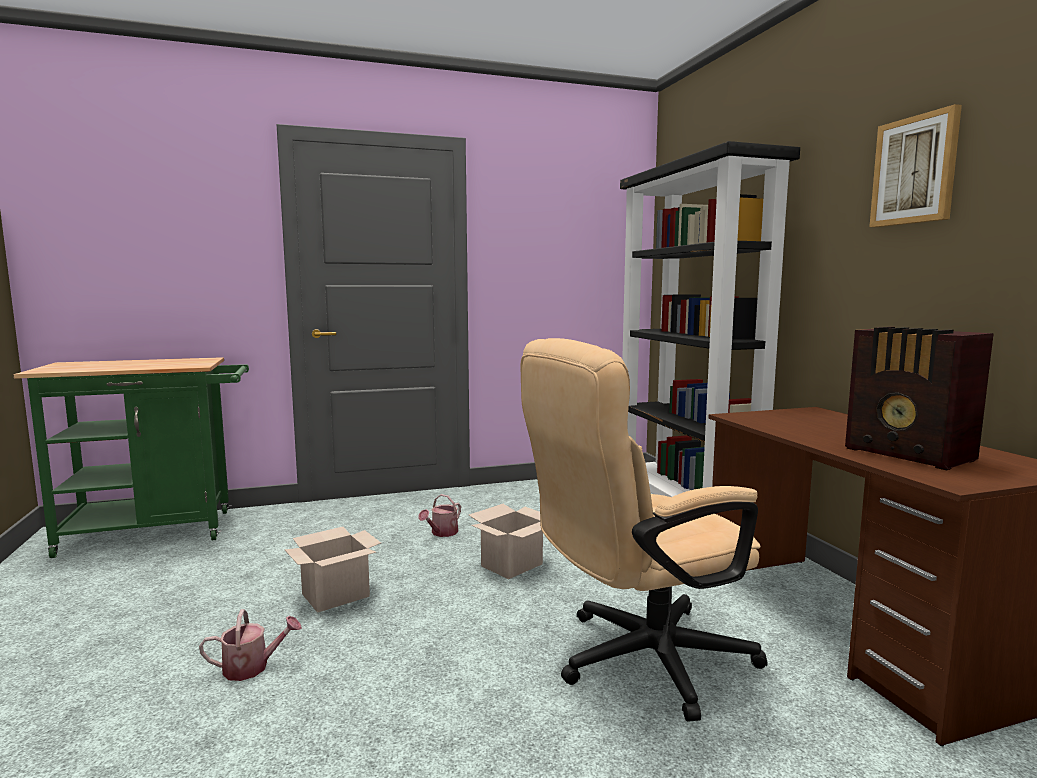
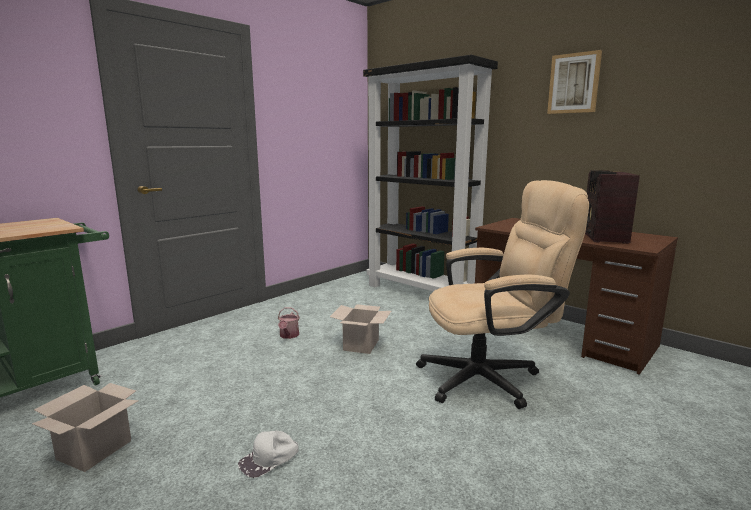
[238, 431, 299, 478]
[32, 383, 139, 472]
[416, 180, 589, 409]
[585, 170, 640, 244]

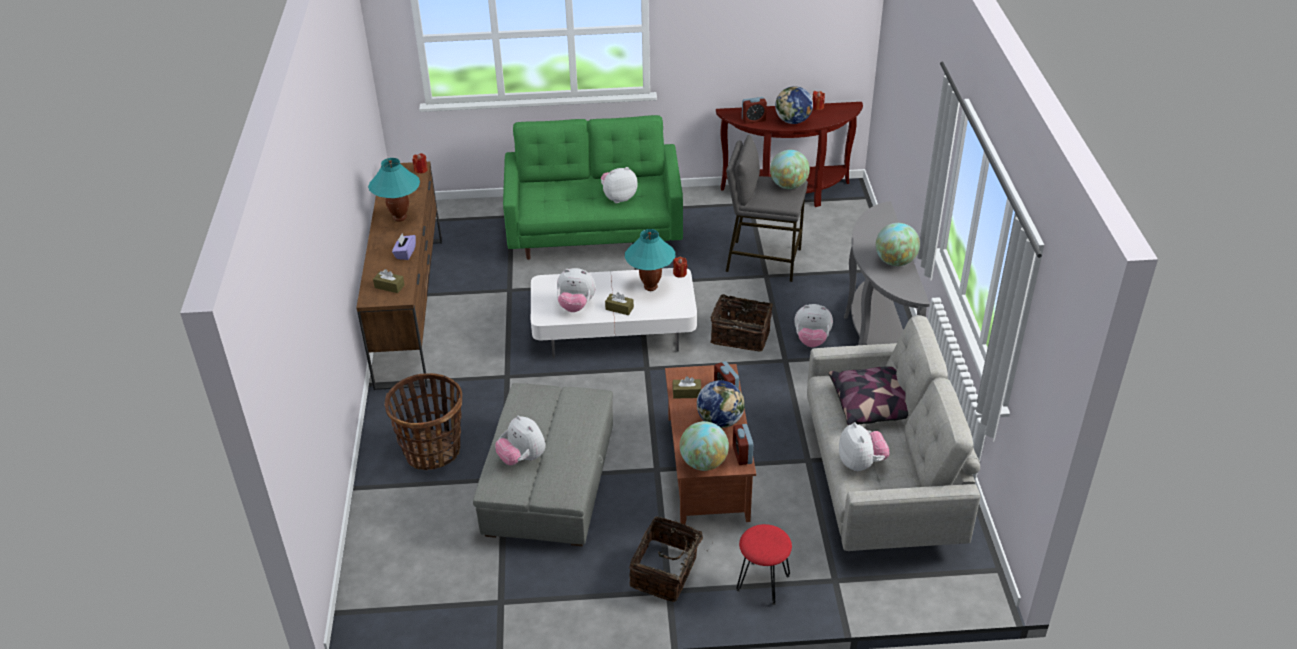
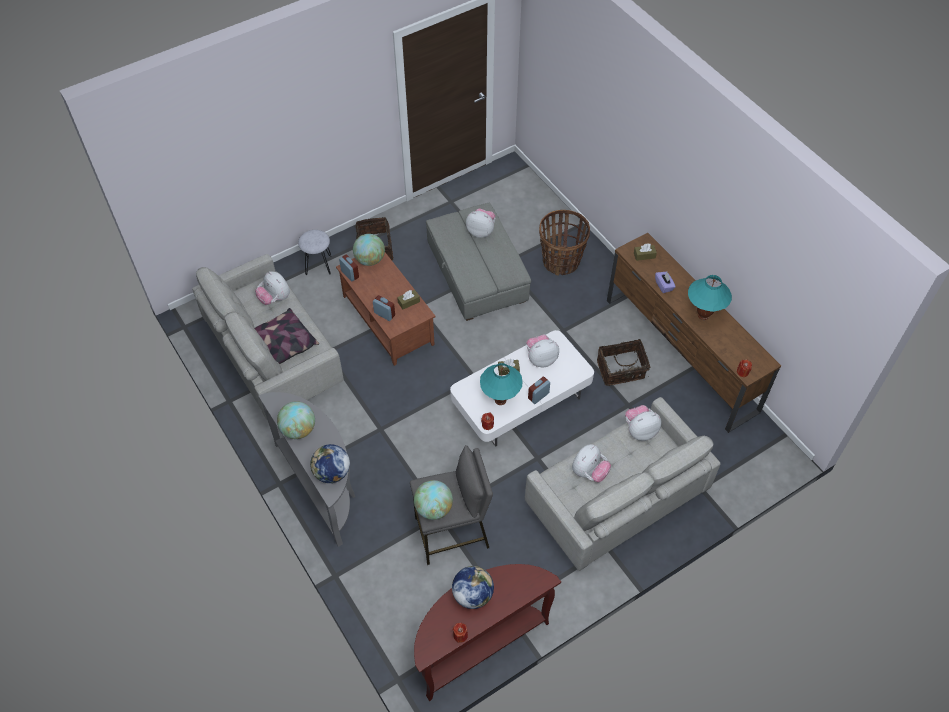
[525, 397, 720, 571]
[310, 444, 350, 483]
[597, 339, 650, 386]
[298, 230, 331, 275]
[528, 376, 550, 404]
[625, 405, 662, 441]

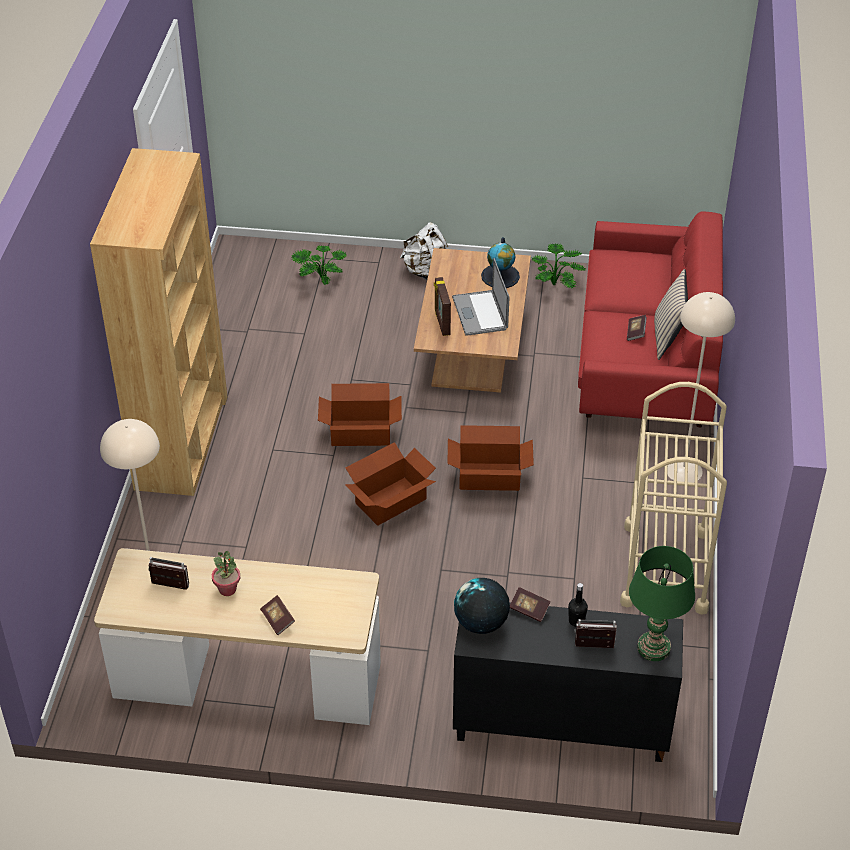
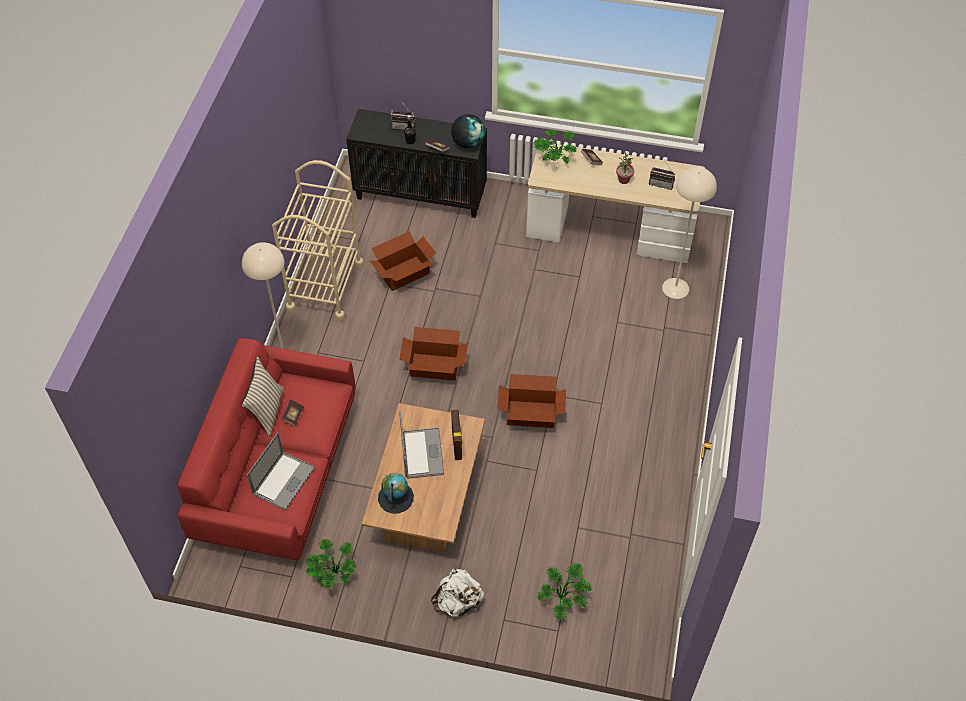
[90, 148, 228, 496] (first image)
[370, 231, 436, 291]
[629, 546, 695, 661] (first image)
[247, 432, 315, 510]
[533, 129, 577, 164]

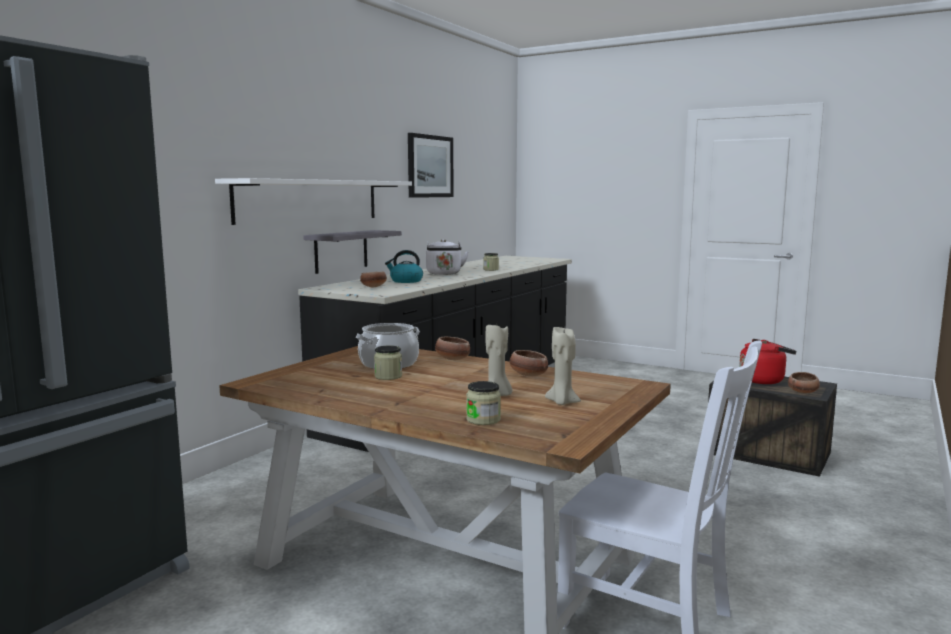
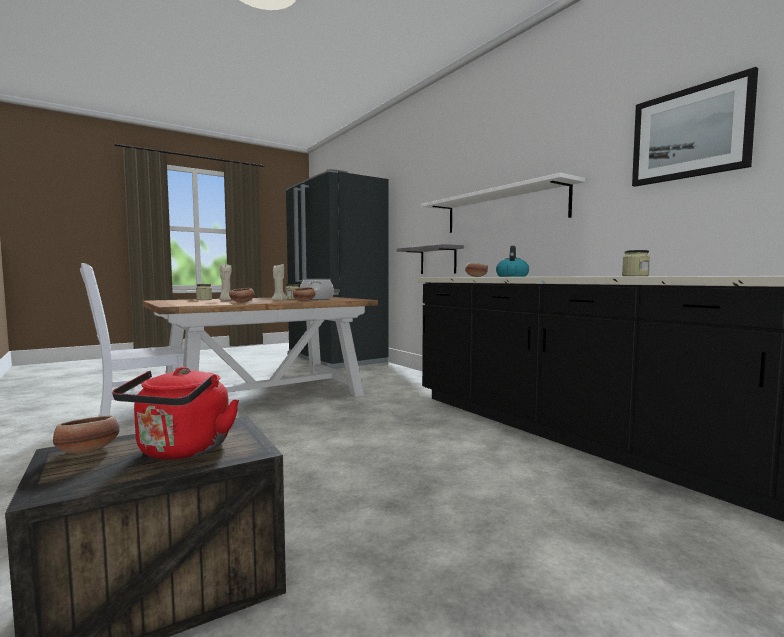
[397, 244, 464, 274]
[426, 239, 469, 275] (first image)
[271, 264, 288, 301]

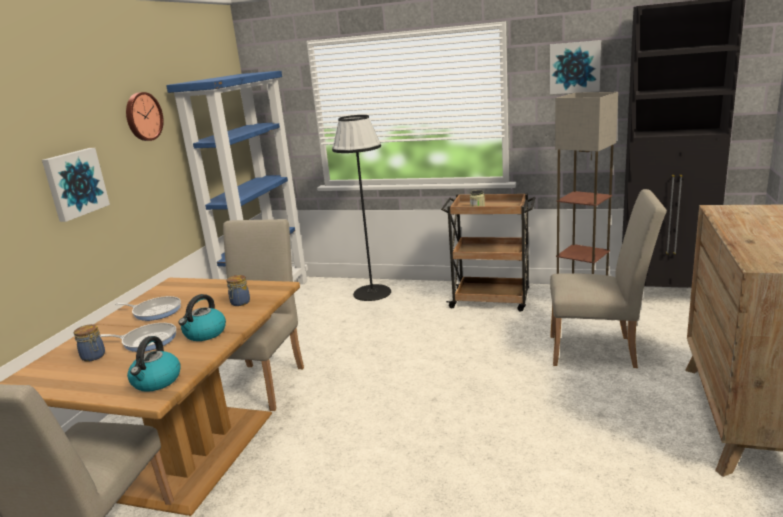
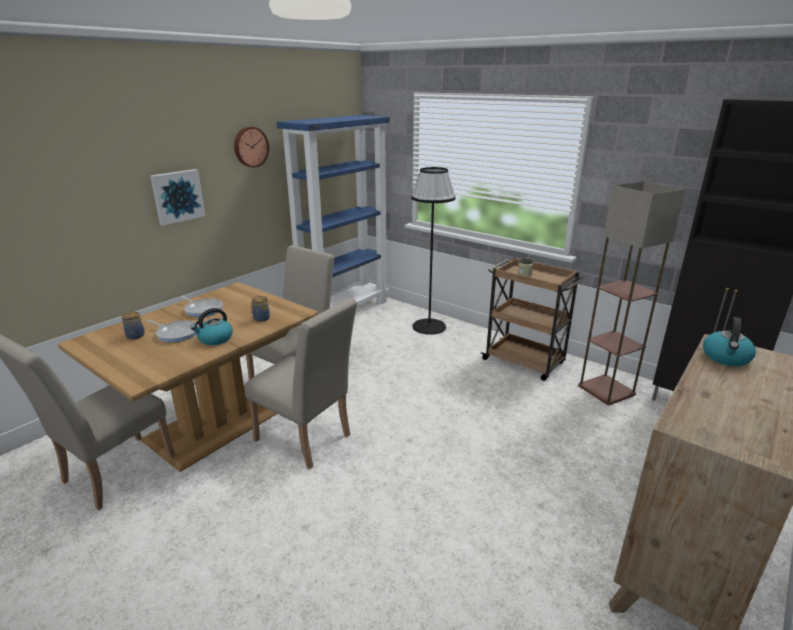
[703, 317, 756, 366]
[550, 40, 601, 94] (first image)
[244, 298, 357, 469]

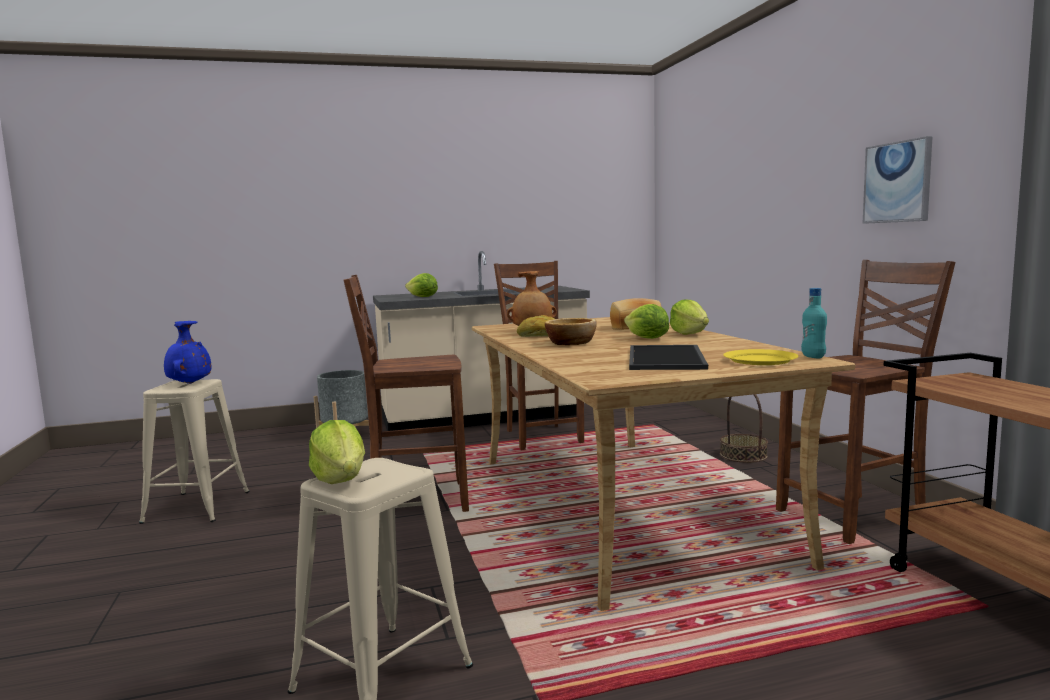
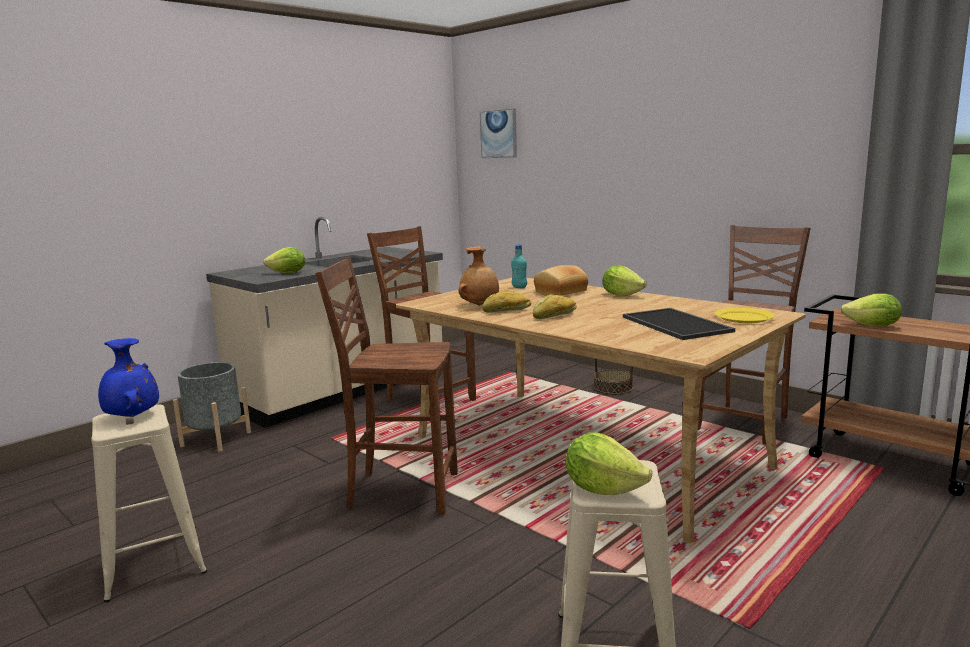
[315, 257, 458, 515]
[533, 294, 577, 319]
[841, 293, 902, 326]
[511, 244, 527, 288]
[480, 109, 517, 158]

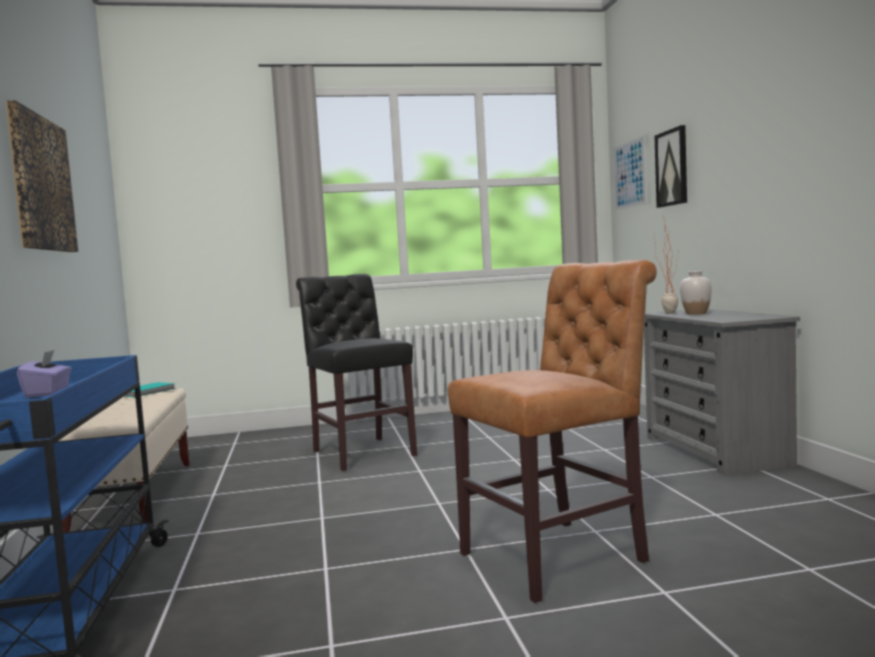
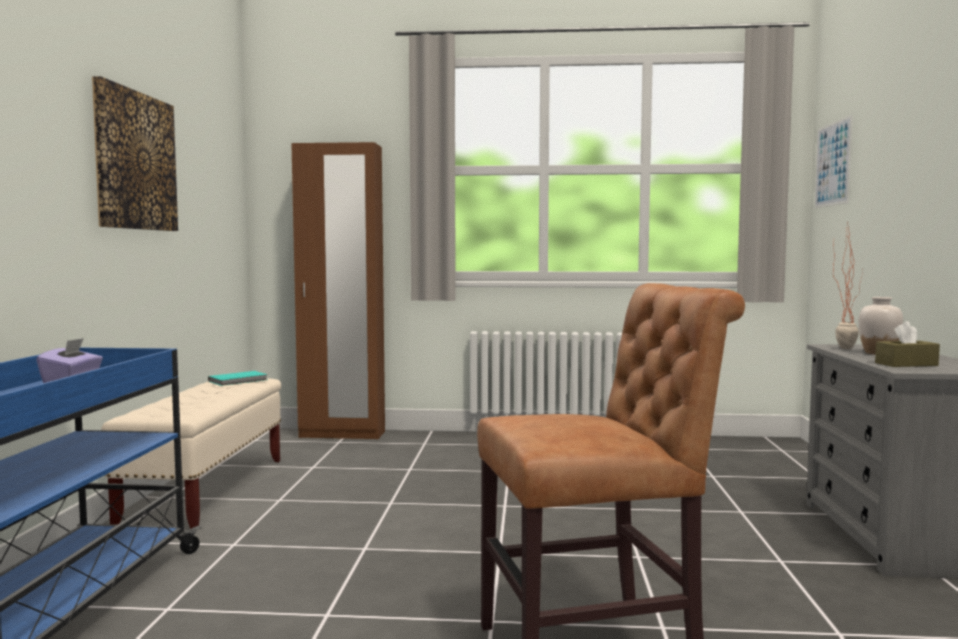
[296, 274, 417, 471] (first image)
[655, 125, 687, 208] (first image)
[291, 142, 385, 439]
[875, 321, 940, 367]

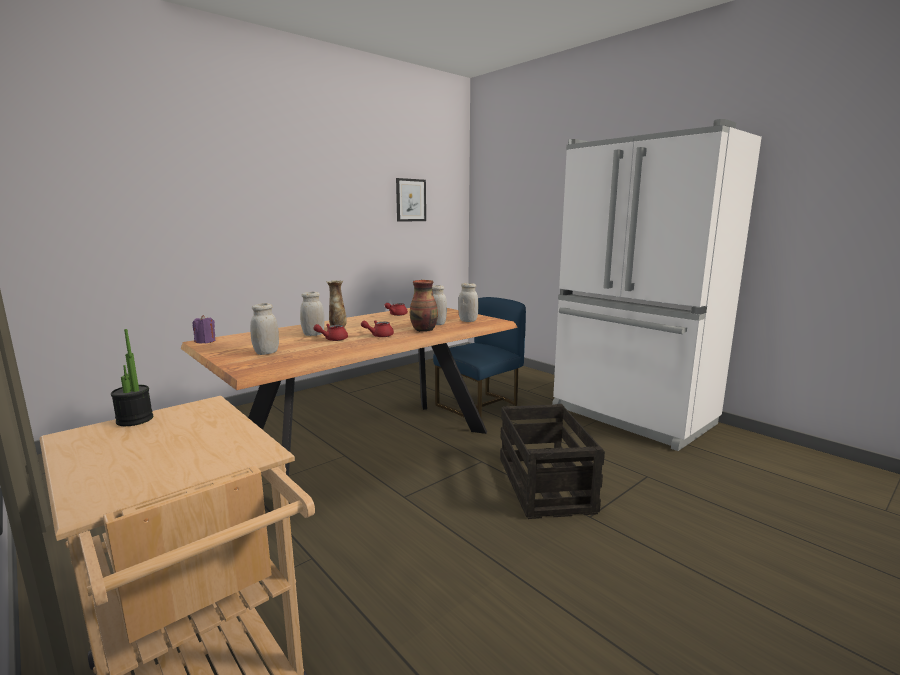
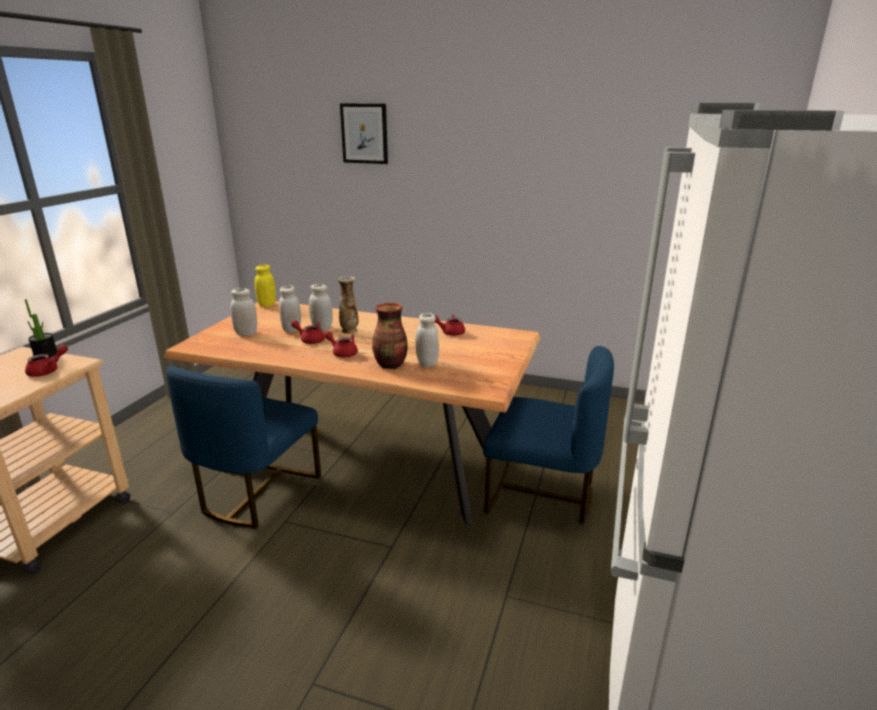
[255, 265, 276, 307]
[340, 103, 388, 164]
[279, 285, 301, 333]
[500, 404, 605, 519] (first image)
[25, 345, 68, 377]
[166, 365, 321, 528]

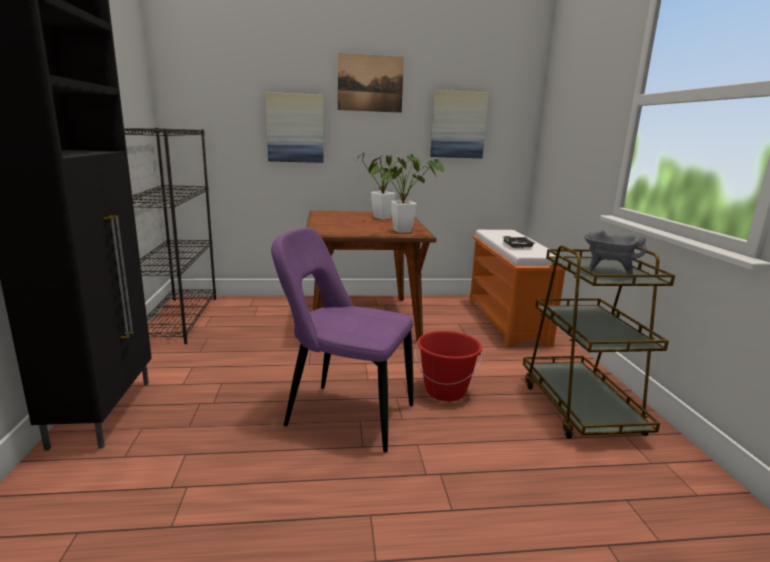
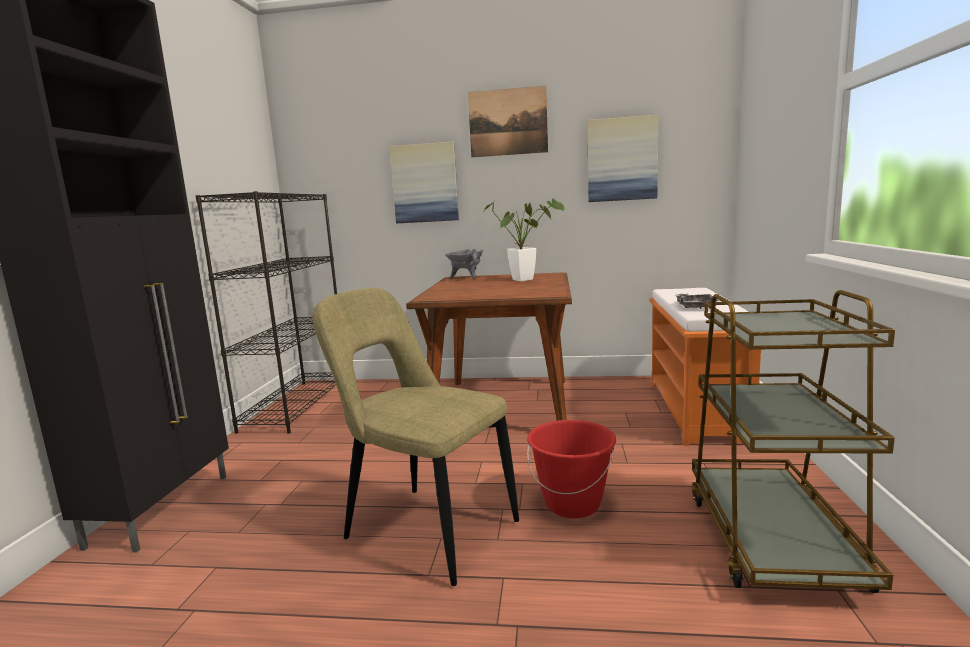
[312, 288, 519, 586]
[371, 155, 444, 233] (first image)
[445, 249, 483, 280]

